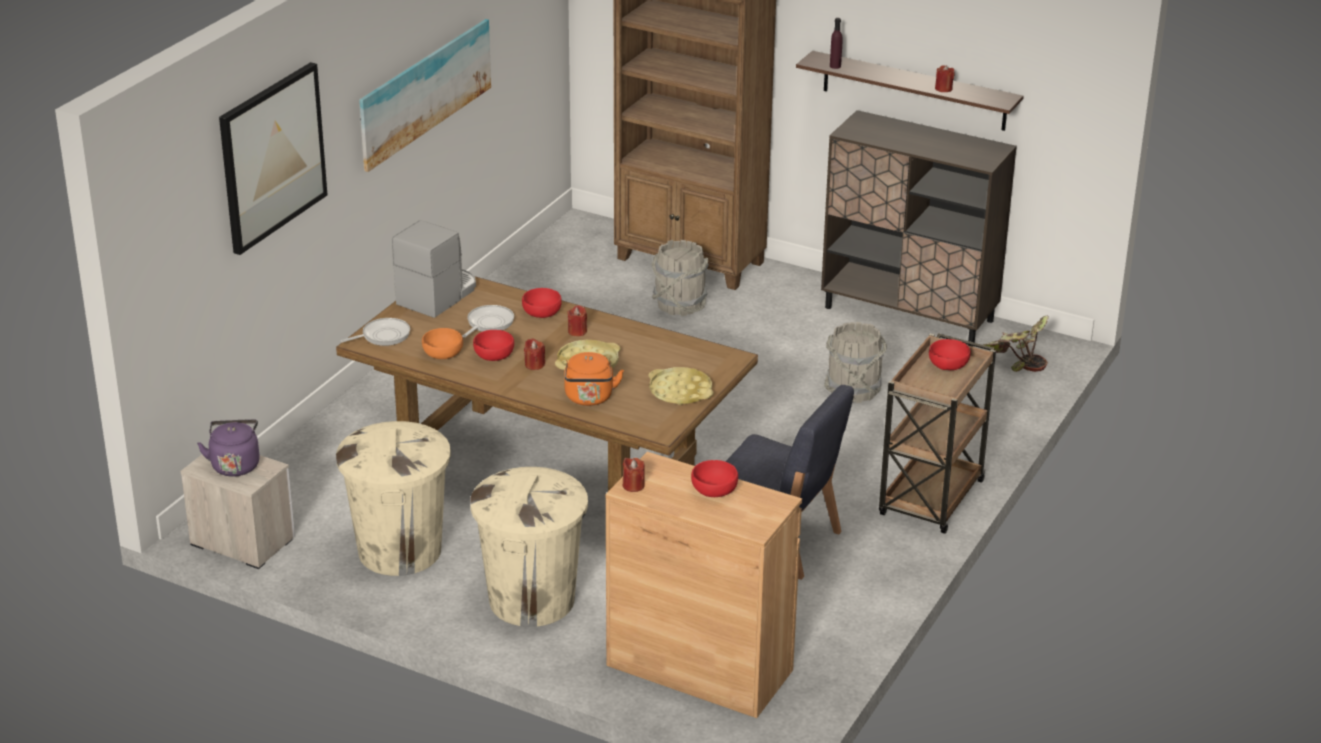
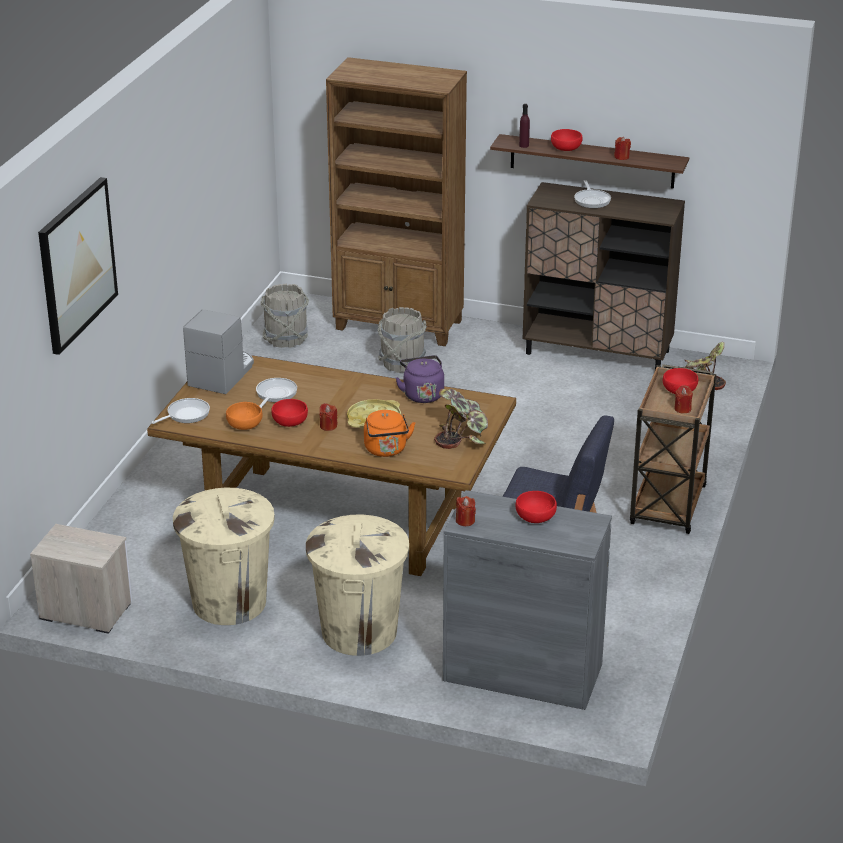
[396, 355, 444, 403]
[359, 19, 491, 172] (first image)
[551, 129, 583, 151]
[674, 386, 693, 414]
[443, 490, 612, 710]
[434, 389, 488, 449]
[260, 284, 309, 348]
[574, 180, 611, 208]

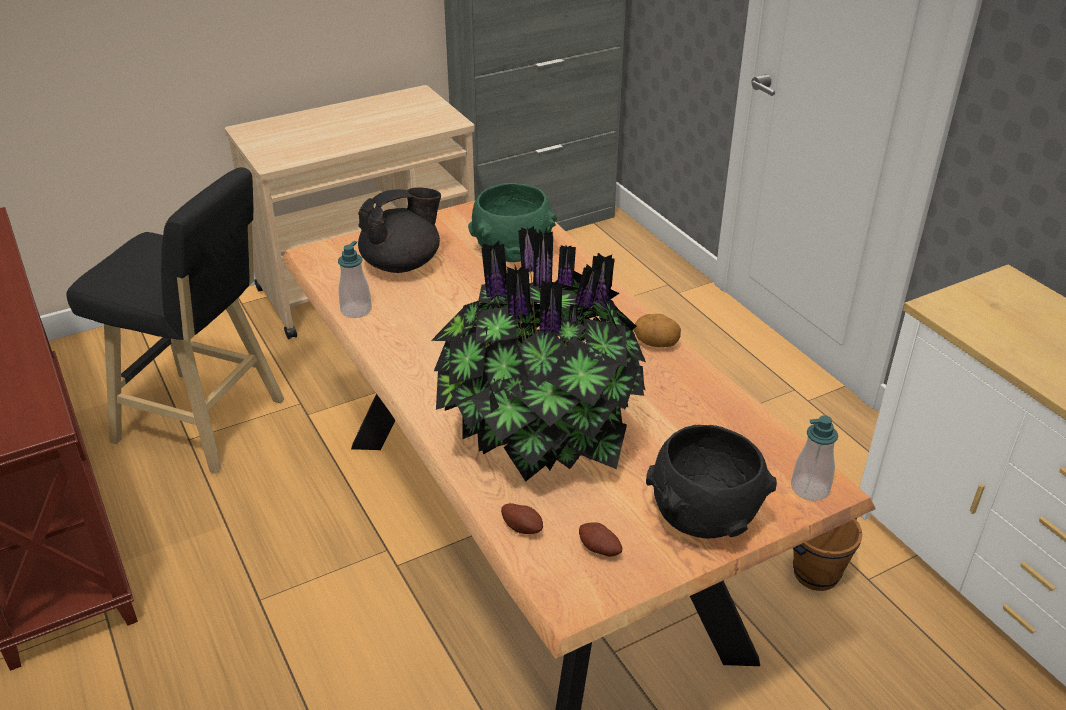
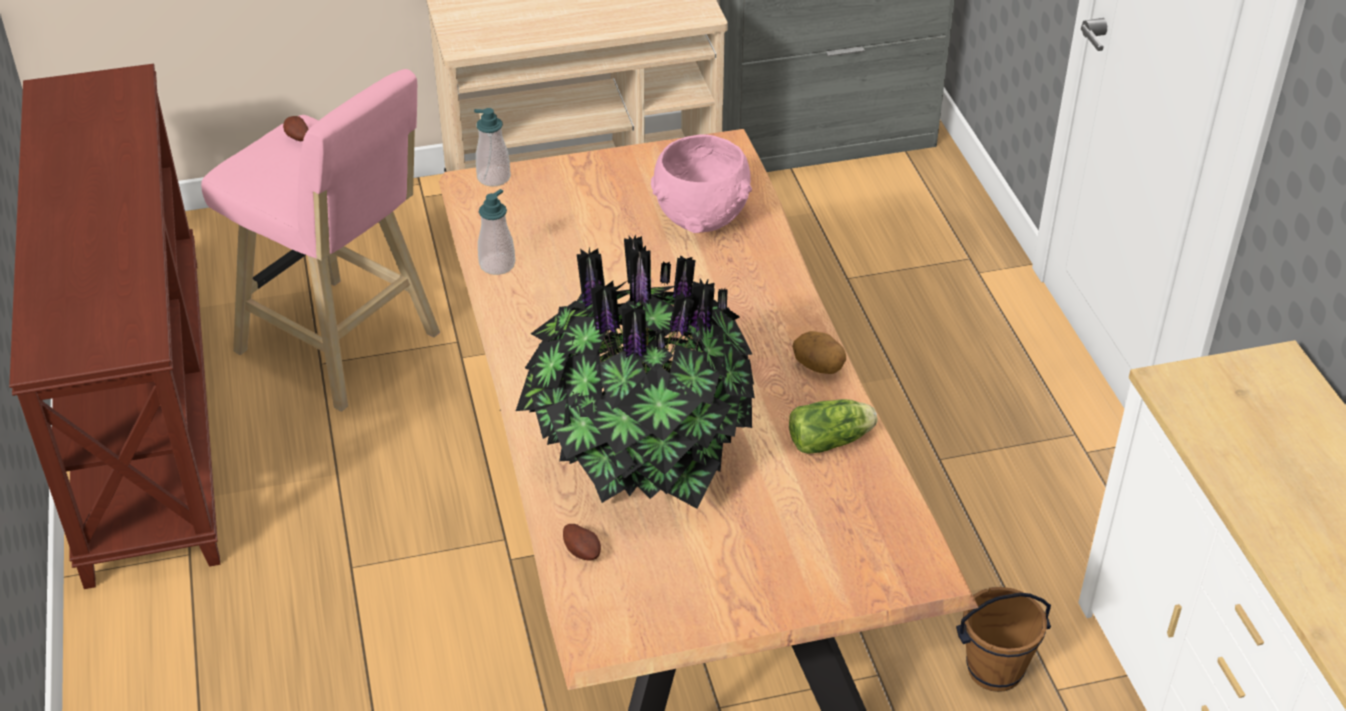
[201, 69, 440, 412]
[358, 187, 441, 273] (first image)
[651, 134, 752, 233]
[283, 116, 309, 141]
[646, 425, 777, 539] (first image)
[474, 108, 511, 187]
[789, 399, 878, 454]

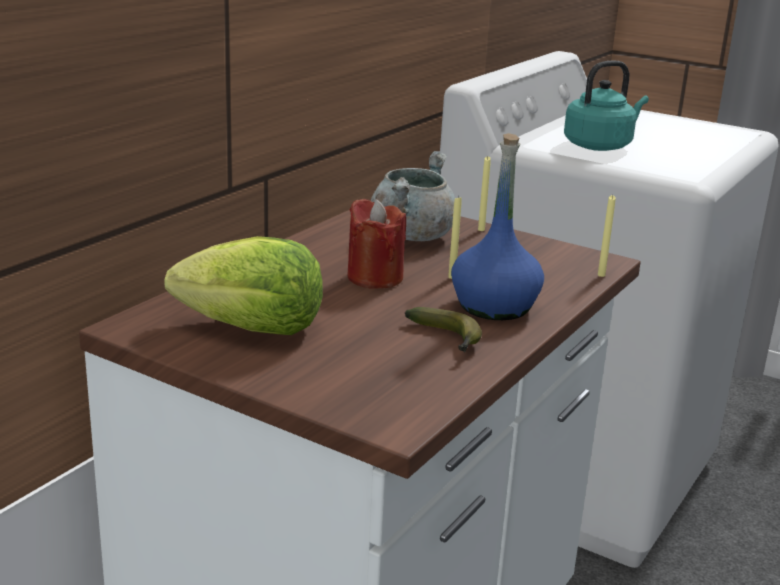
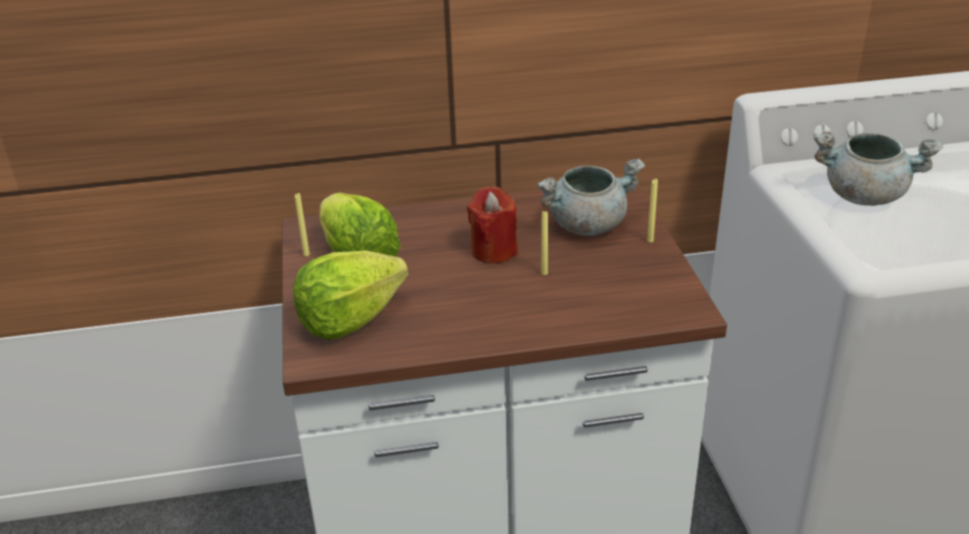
[405, 307, 482, 353] (first image)
[451, 133, 544, 320] (first image)
[814, 131, 943, 206]
[295, 193, 310, 256]
[293, 251, 408, 340]

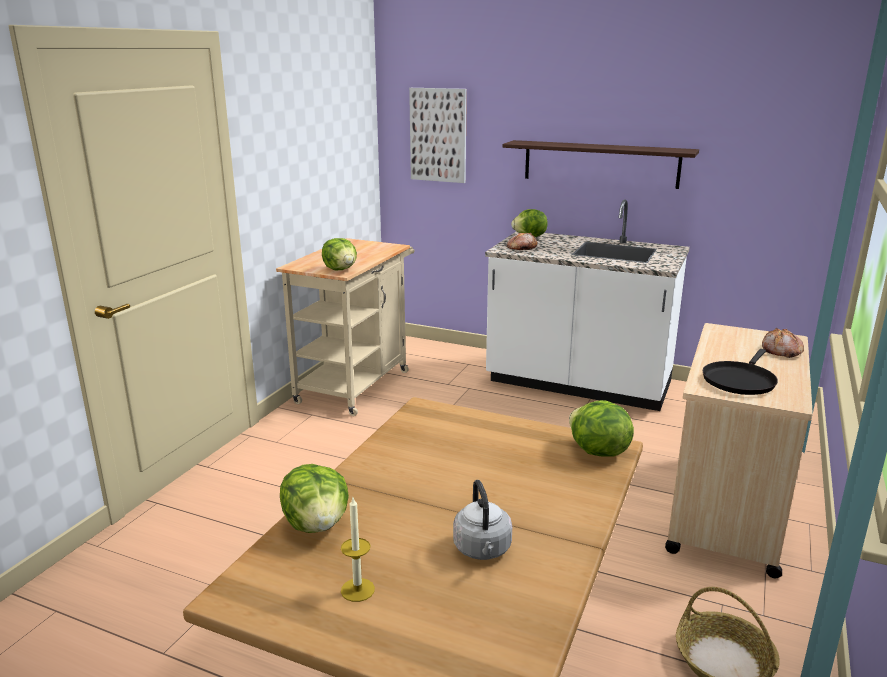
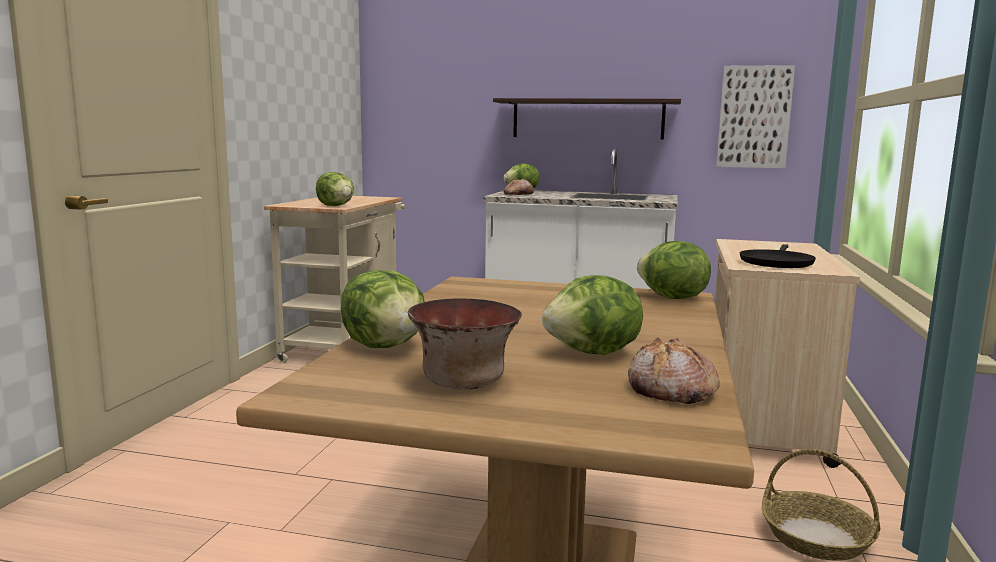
[408, 299, 522, 390]
[716, 65, 795, 169]
[542, 275, 643, 355]
[628, 337, 720, 404]

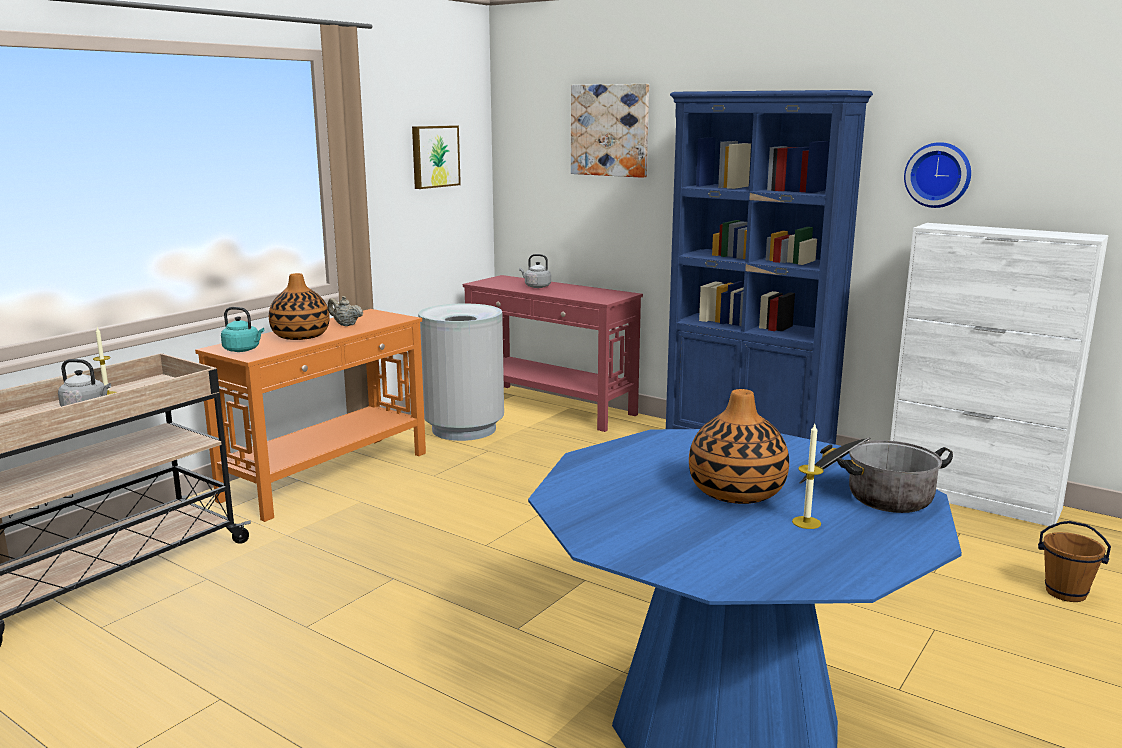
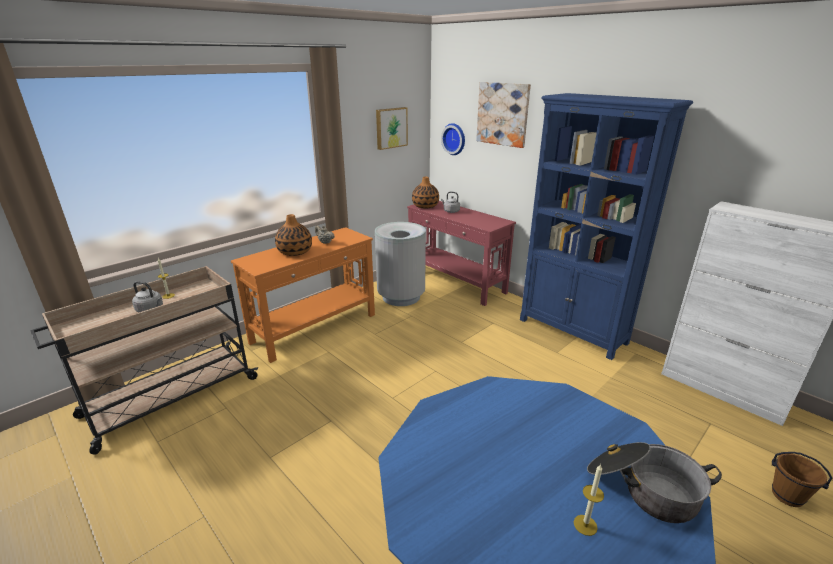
[221, 307, 264, 352] (first image)
[412, 177, 439, 208]
[441, 123, 465, 155]

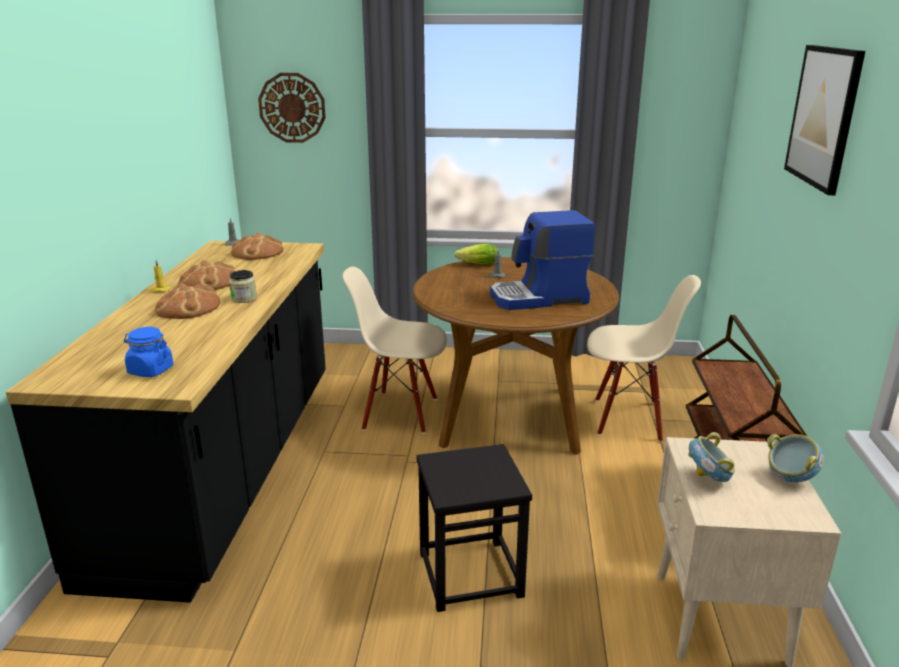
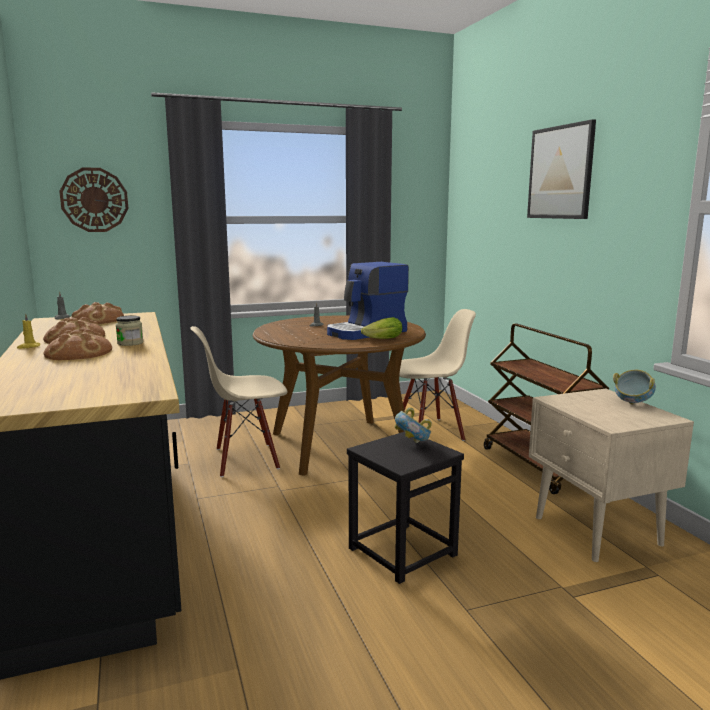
[124, 327, 173, 377] (first image)
[361, 317, 402, 339]
[395, 407, 432, 443]

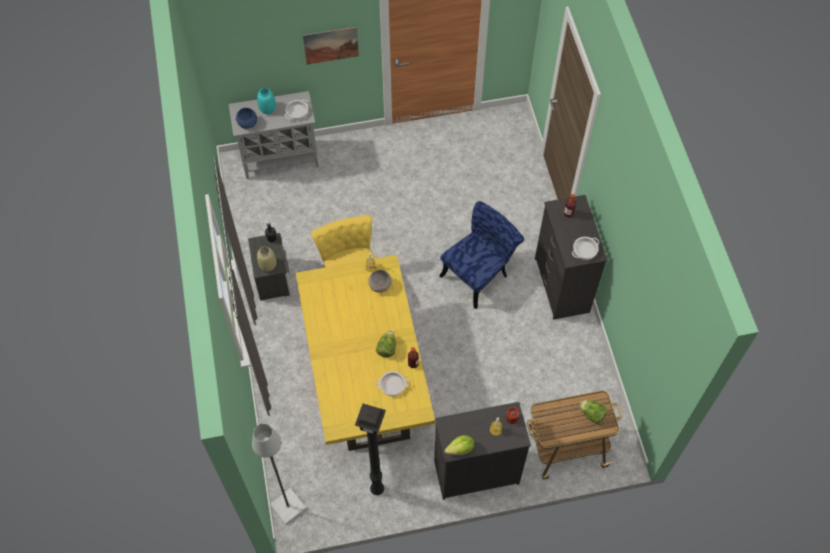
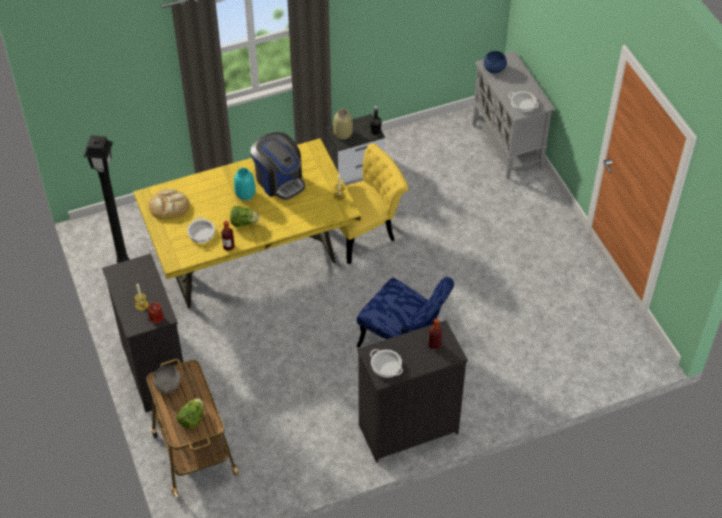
[252, 424, 307, 525] (first image)
[234, 168, 255, 200]
[303, 26, 359, 65] (first image)
[153, 365, 181, 393]
[444, 435, 474, 455] (first image)
[149, 189, 190, 220]
[251, 132, 305, 200]

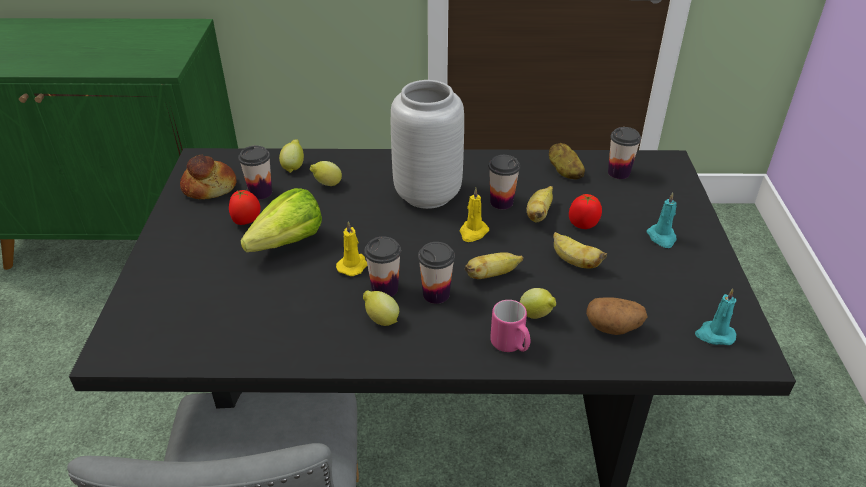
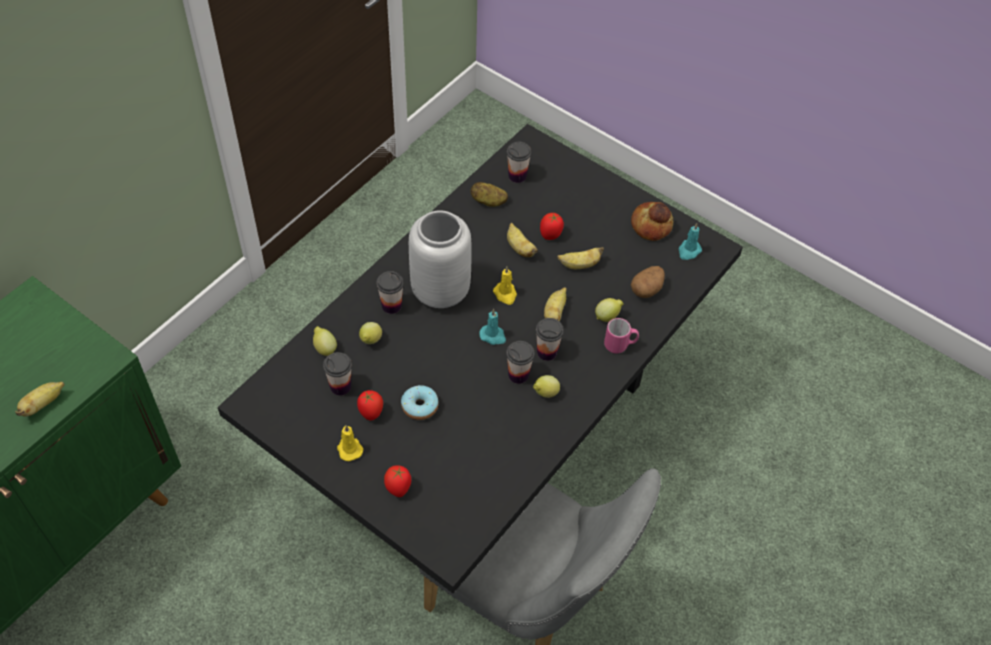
[631, 202, 673, 241]
[401, 385, 439, 420]
[337, 425, 363, 461]
[376, 271, 404, 314]
[479, 309, 506, 345]
[15, 382, 64, 417]
[384, 465, 411, 497]

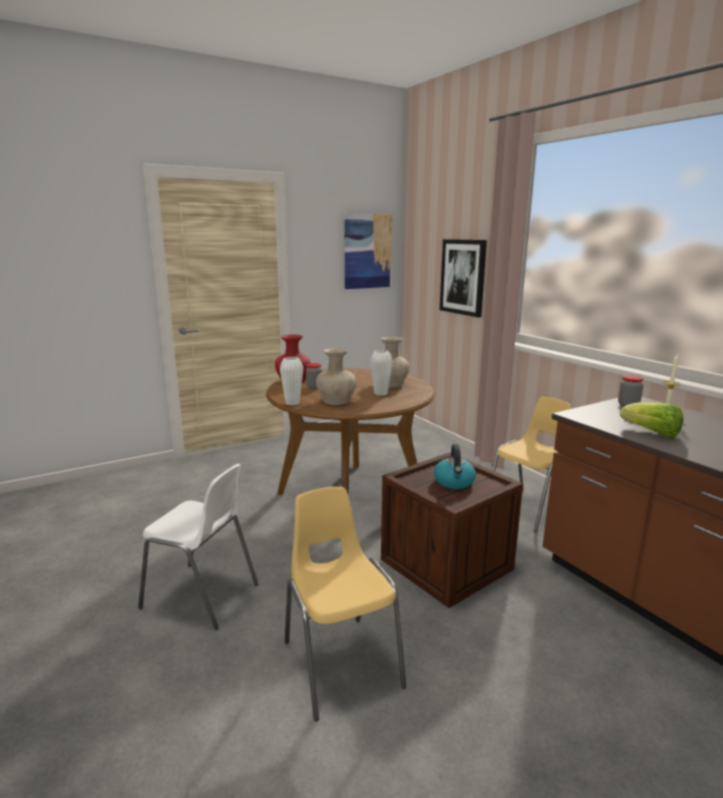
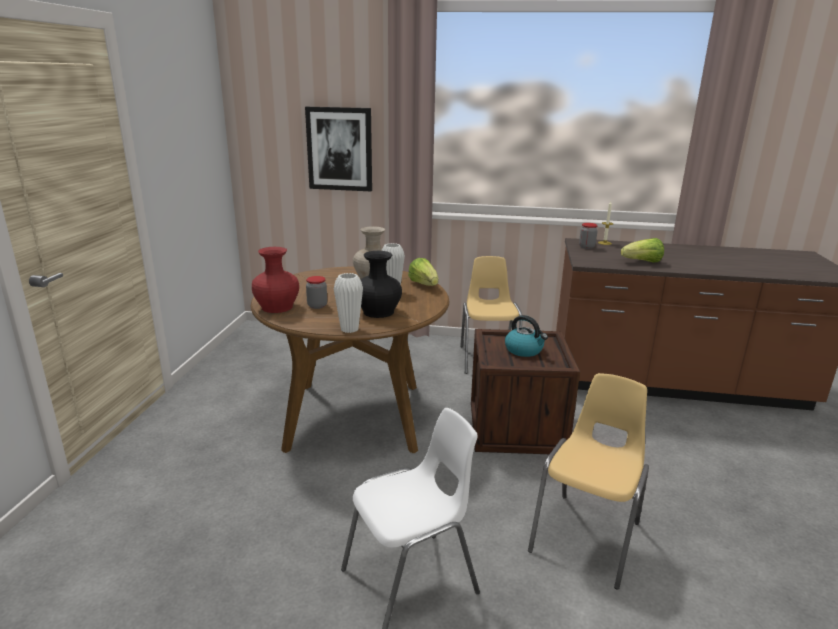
[528, 373, 649, 590]
[361, 251, 402, 318]
[344, 213, 392, 289] (first image)
[408, 258, 438, 286]

